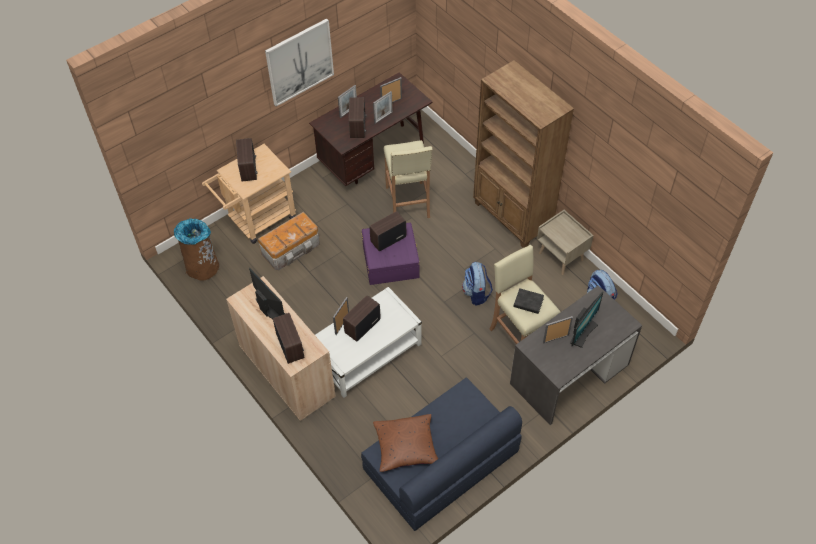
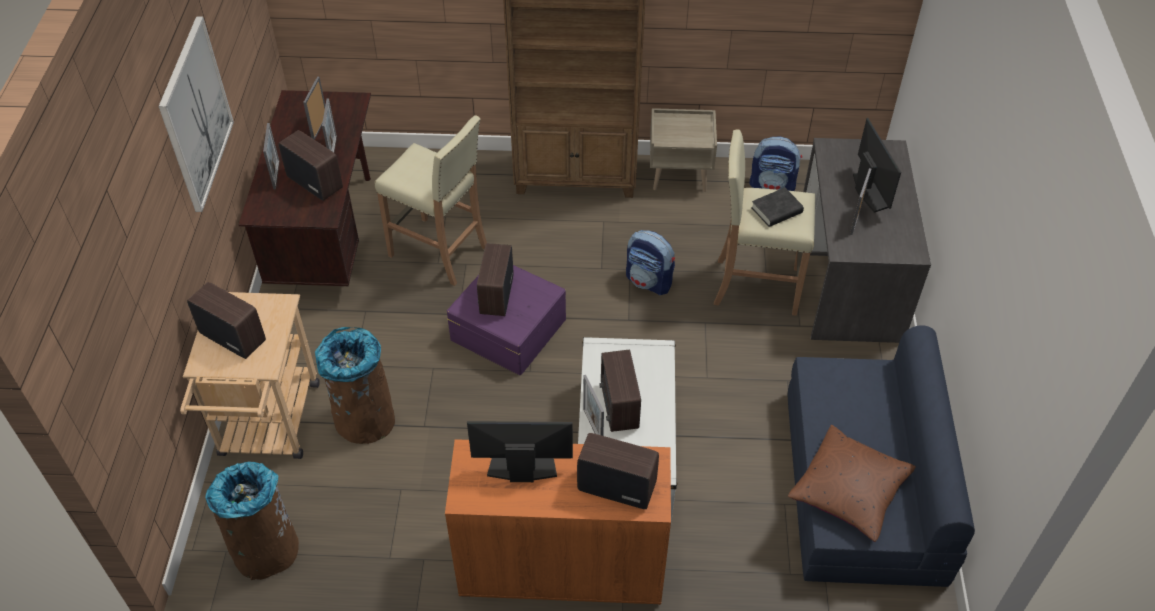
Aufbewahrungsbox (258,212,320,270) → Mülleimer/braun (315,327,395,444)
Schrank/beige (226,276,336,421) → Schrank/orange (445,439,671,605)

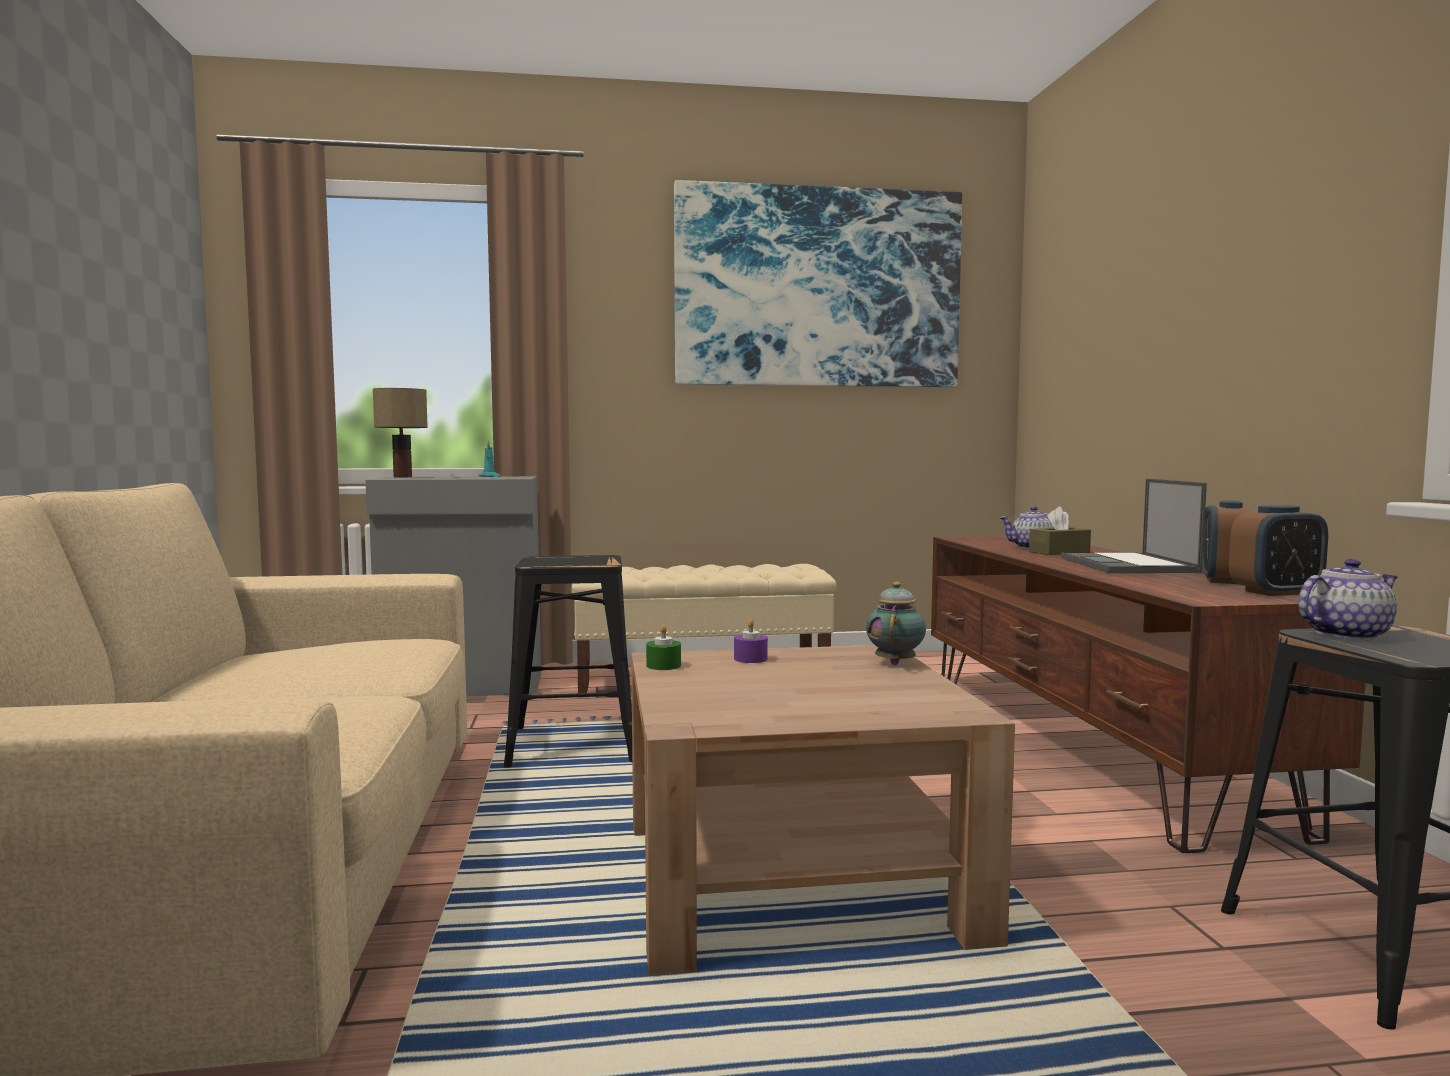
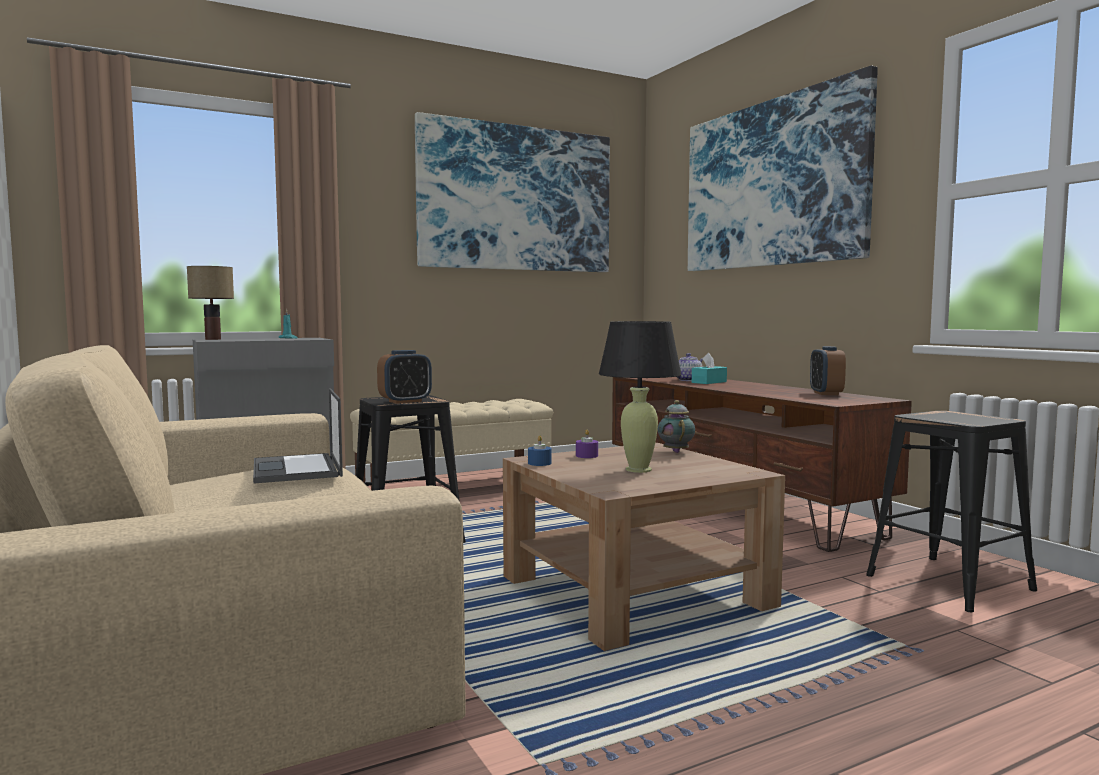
Laptop (1061,478,1207,573) → Laptop (253,388,343,483), moved
Wecker (1229,505,1328,596) → Wecker (377,350,432,404), moved
Taschentuchbox/braun (1029,507,1091,555) → Taschentuchbox/türkis (692,353,727,384)
Teekanne (1298,559,1398,640) → -
Kerze/grün (646,625,681,670) → Kerze/blau (528,436,552,466)
- → Bild (688,65,878,271)
- → Tischlampe/schwarz (599,321,682,473)

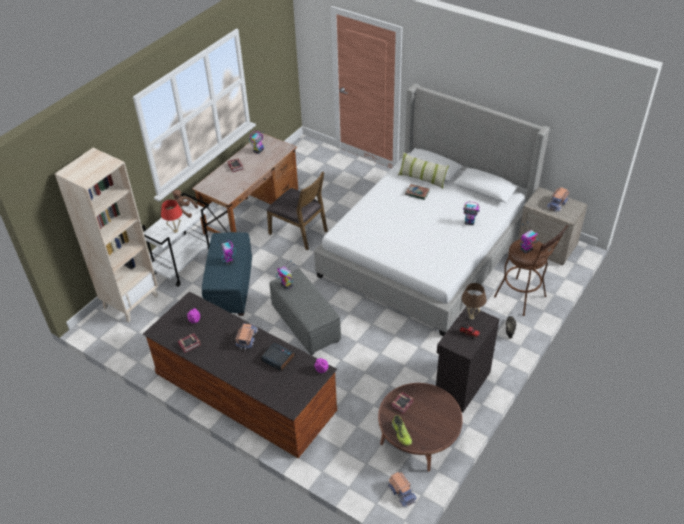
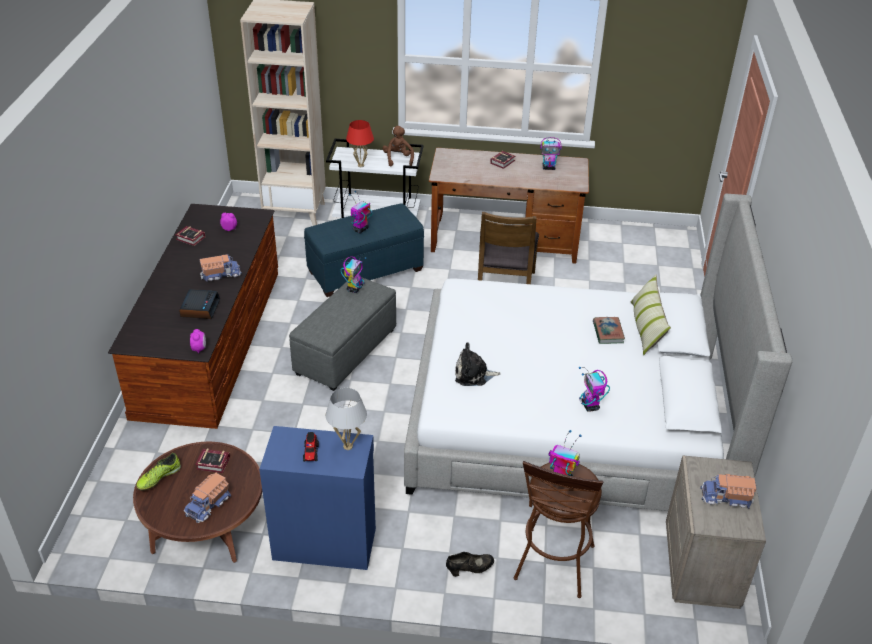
Tischlampe/braun (462,283,487,320) → Tischlampe/weiß (326,388,367,450)
Schrank/schwarz (436,307,499,413) → Schrank/blau (259,426,376,570)
Spielzeuglaster (388,472,417,507) → Spielzeuglaster (184,472,231,523), moved
- → Plüschtier (455,342,501,386)

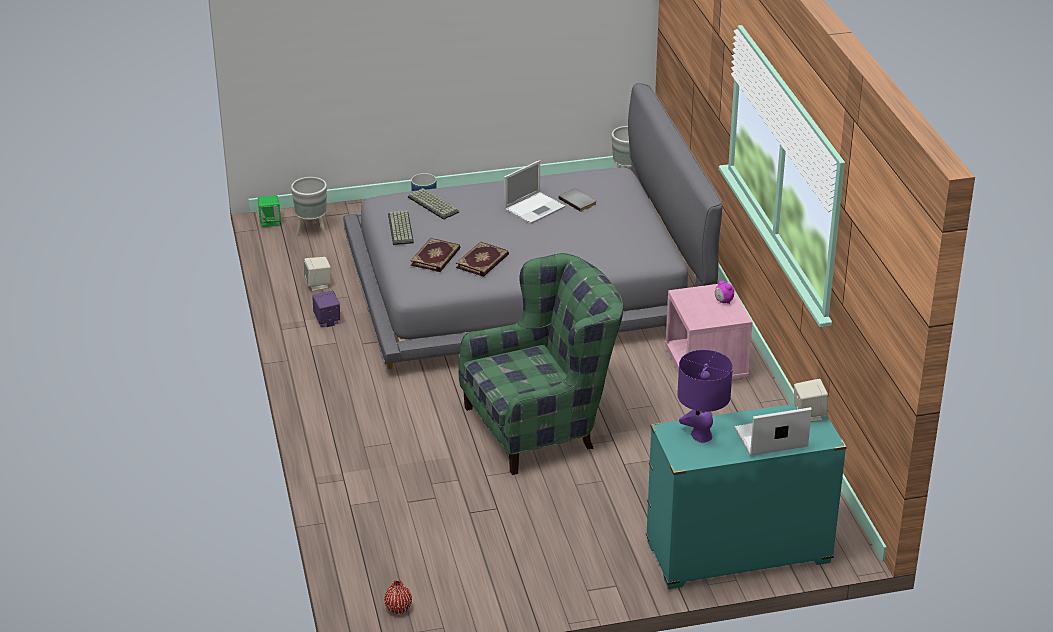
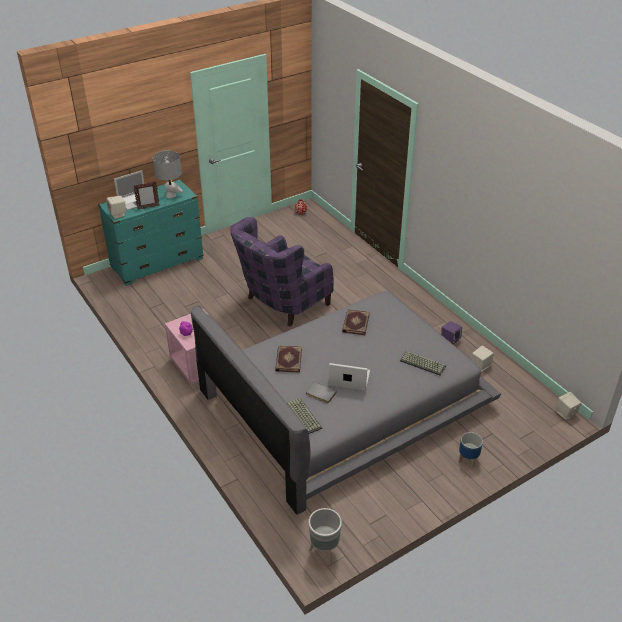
Laptop (504,160,565,224) → Laptop (329,363,370,391), 75 degrees clockwise
Pflanzkübel/grau (291,177,327,236) → -
Lautsprecher/grün (258,195,281,227) → Lautsprecher/beige (555,392,581,419)
Tastatur (388,210,414,245) → Tastatur (287,398,322,434), moved
Buch (410,238,460,272) → Buch (275,346,302,372), moved
Sessel/grün (458,253,623,475) → Sessel/lila (230,217,334,327)
Tischlampe/lila (677,350,733,443) → Tischlampe/grau (153,150,183,198)
- → Bilderrahmen (133,181,160,210)

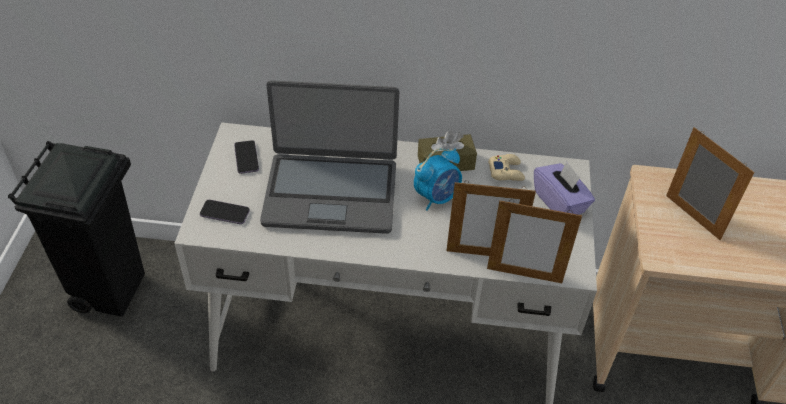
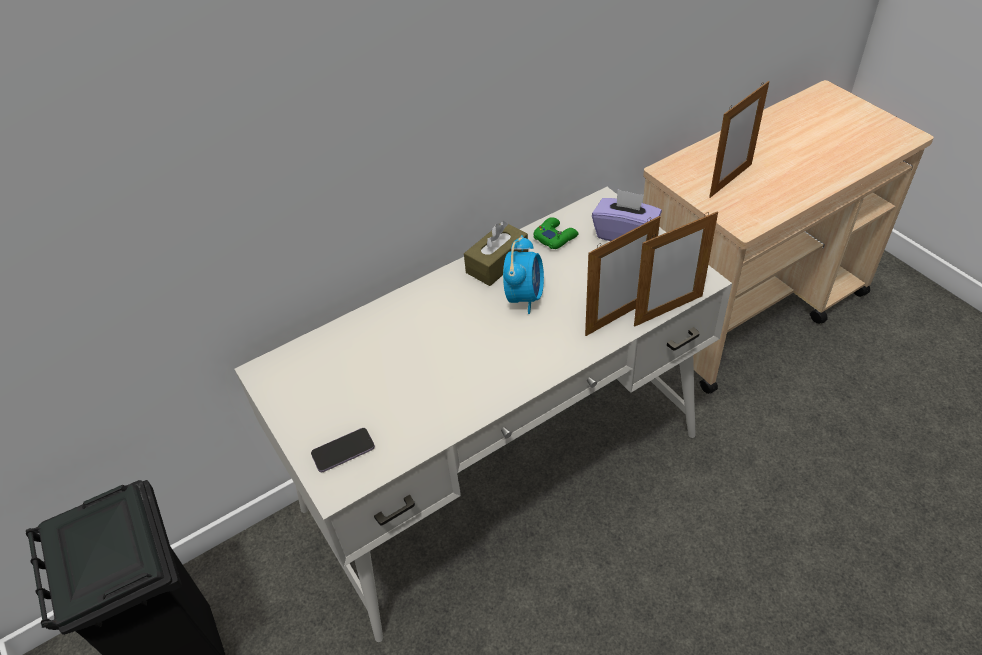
Laptop (260,80,399,234) → -
Bilderrahmen (666,127,755,240) → Bilderrahmen (709,81,769,198), 120 degrees clockwise
Handy (234,140,259,174) → -
Gamepad/beige (488,154,525,181) → Gamepad/grün (533,217,579,249)

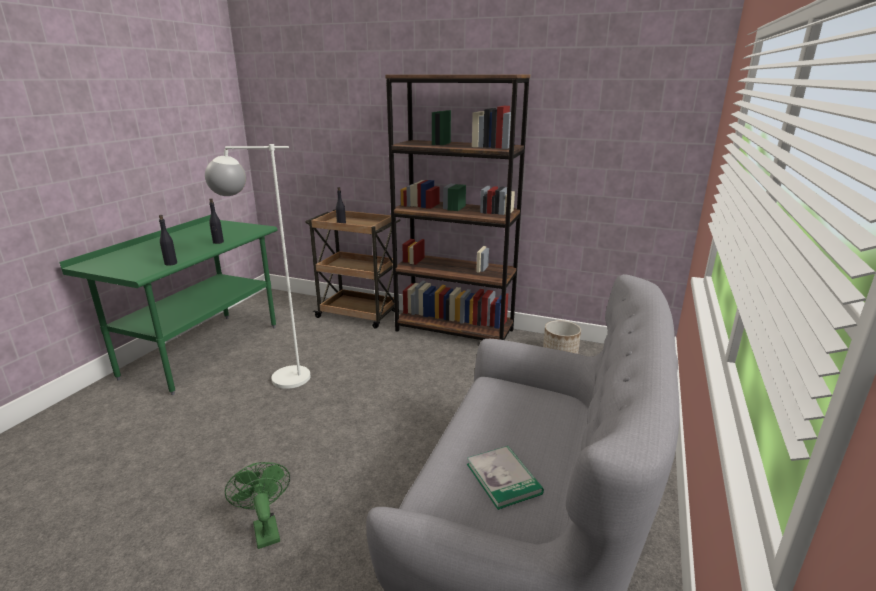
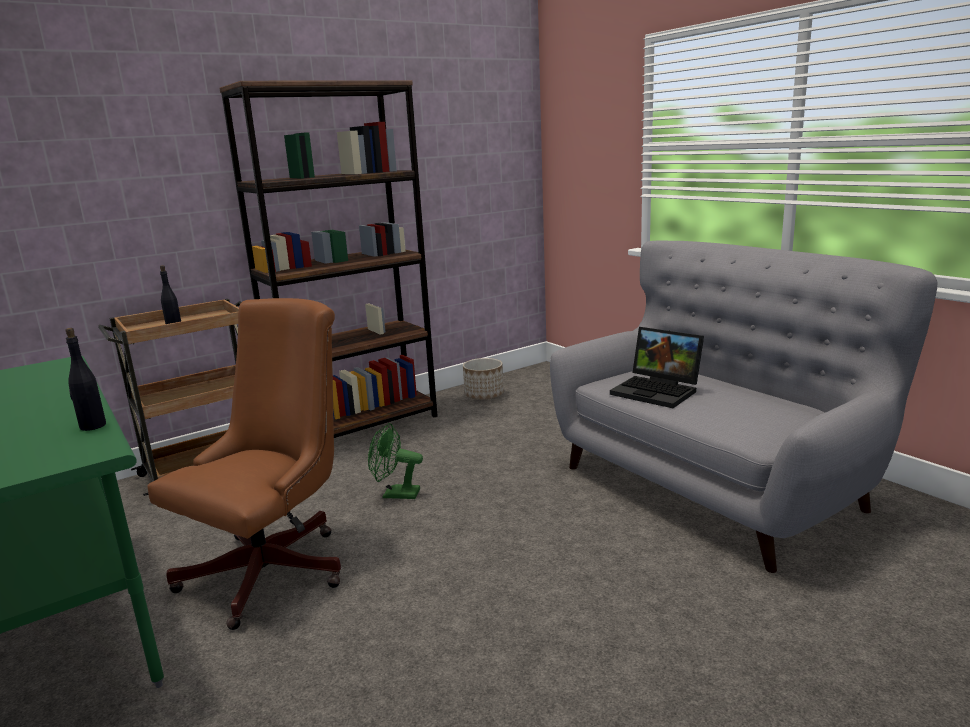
Stehlampe/weiß (205,144,311,389) → Bürostuhl/braun (147,298,341,630)
Flasche/schwarz (209,198,224,244) → -
Buch (467,446,544,510) → -
Ventilator/grün (225,462,290,549) → Ventilator/grün (368,423,423,499), moved
- → Laptop (610,327,704,408)

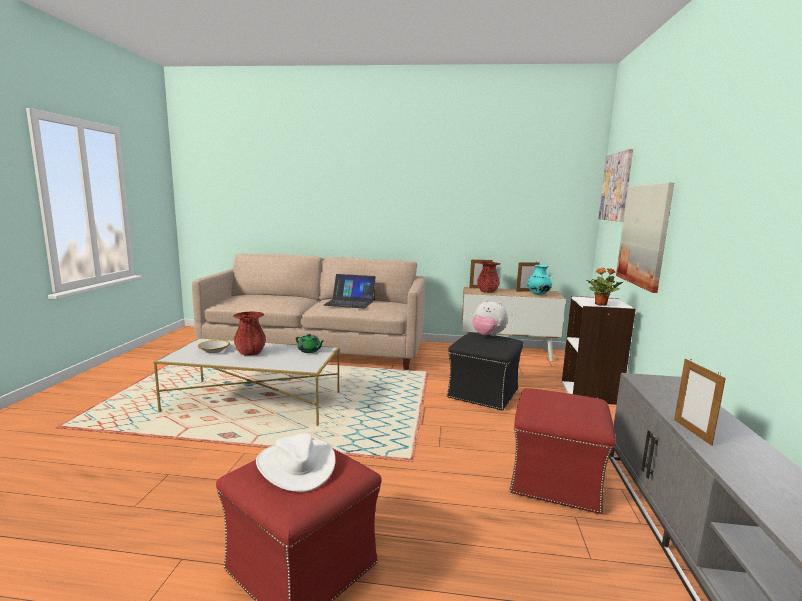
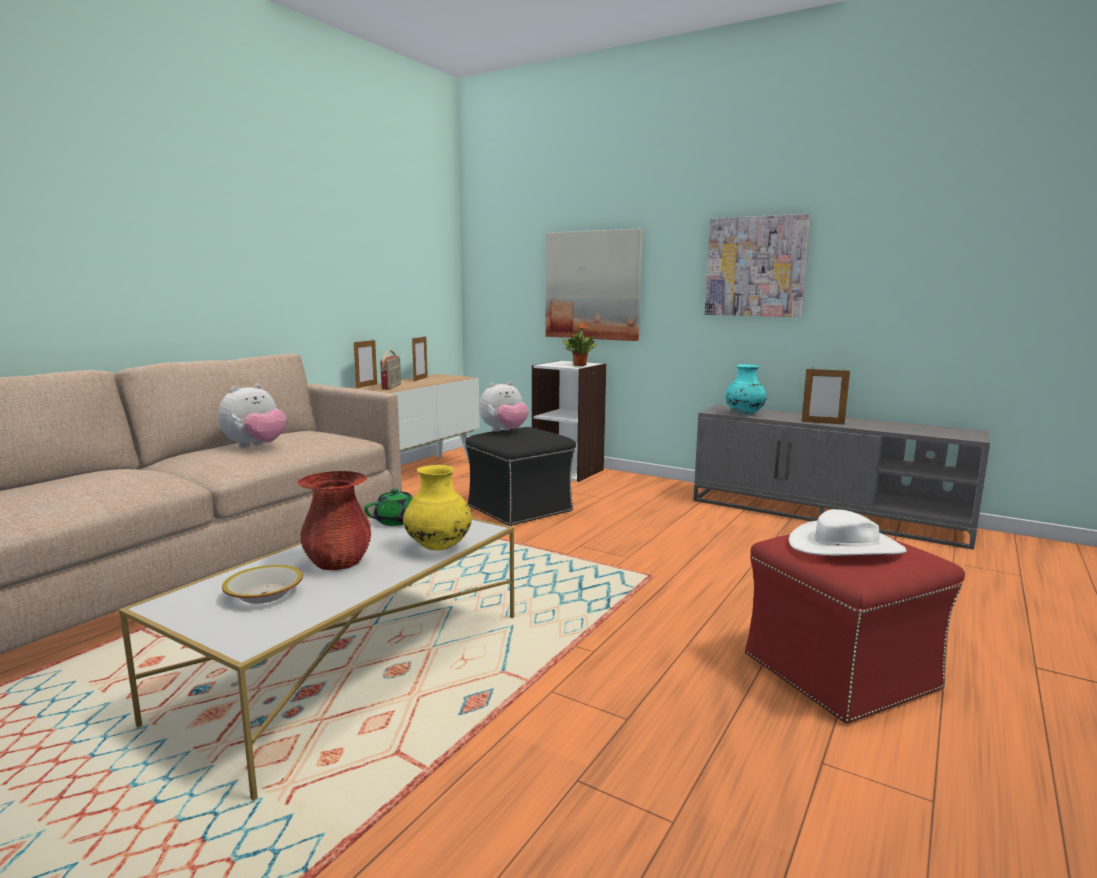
Bild (598,149,633,222) → Bild (705,214,810,317), moved
Vase/rot (477,262,500,293) → Radio (380,350,401,390)
Vase/türkis (527,265,552,295) → Vase/türkis (725,364,767,414), moved
Laptop (324,274,376,309) → Plüschtier (218,384,287,448)
Polsterhocker/rot (510,388,616,514) → -
- → Vase/gelb (403,465,472,550)

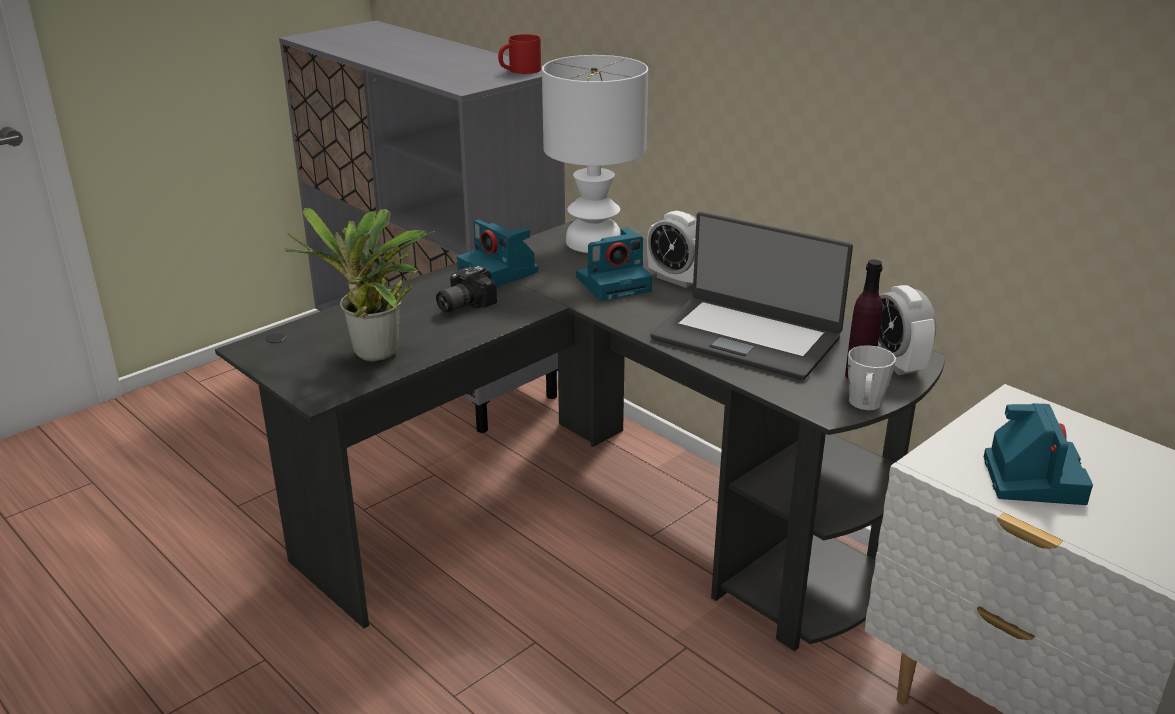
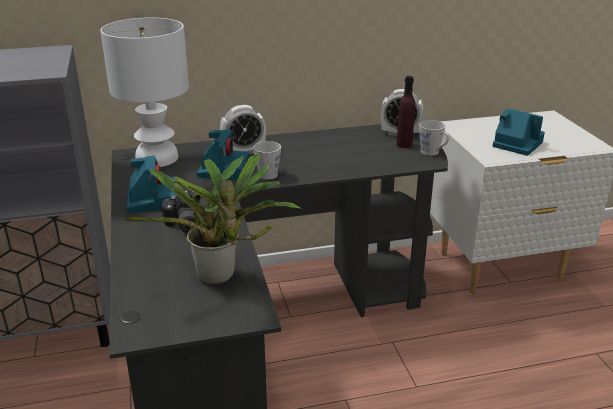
Henkelbecher/rot (498,34,541,74) → -
Laptop (650,212,853,380) → -
Kamera (457,220,538,287) → Kamera (126,156,177,213), 90 degrees counterclockwise
- → Henkelbecher/grau (253,141,281,179)

